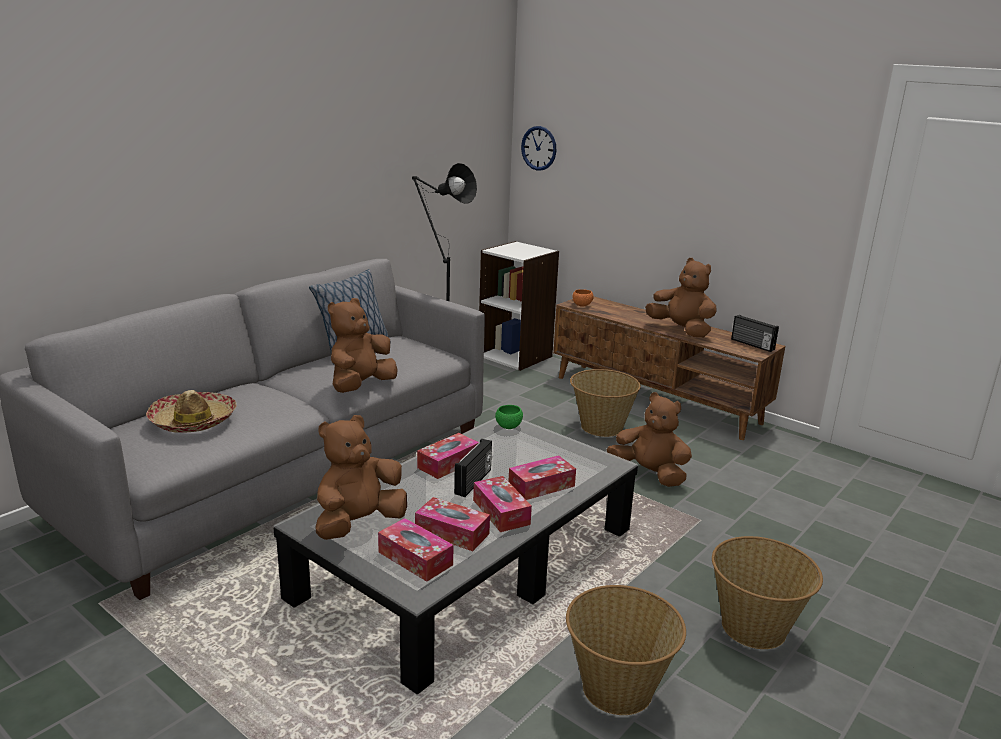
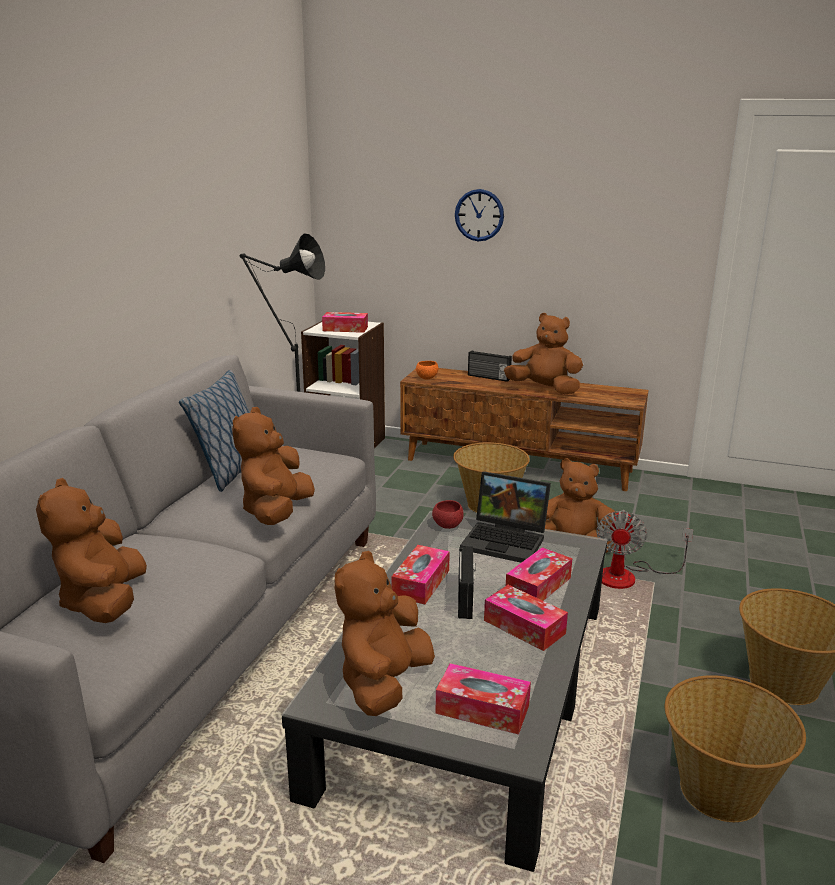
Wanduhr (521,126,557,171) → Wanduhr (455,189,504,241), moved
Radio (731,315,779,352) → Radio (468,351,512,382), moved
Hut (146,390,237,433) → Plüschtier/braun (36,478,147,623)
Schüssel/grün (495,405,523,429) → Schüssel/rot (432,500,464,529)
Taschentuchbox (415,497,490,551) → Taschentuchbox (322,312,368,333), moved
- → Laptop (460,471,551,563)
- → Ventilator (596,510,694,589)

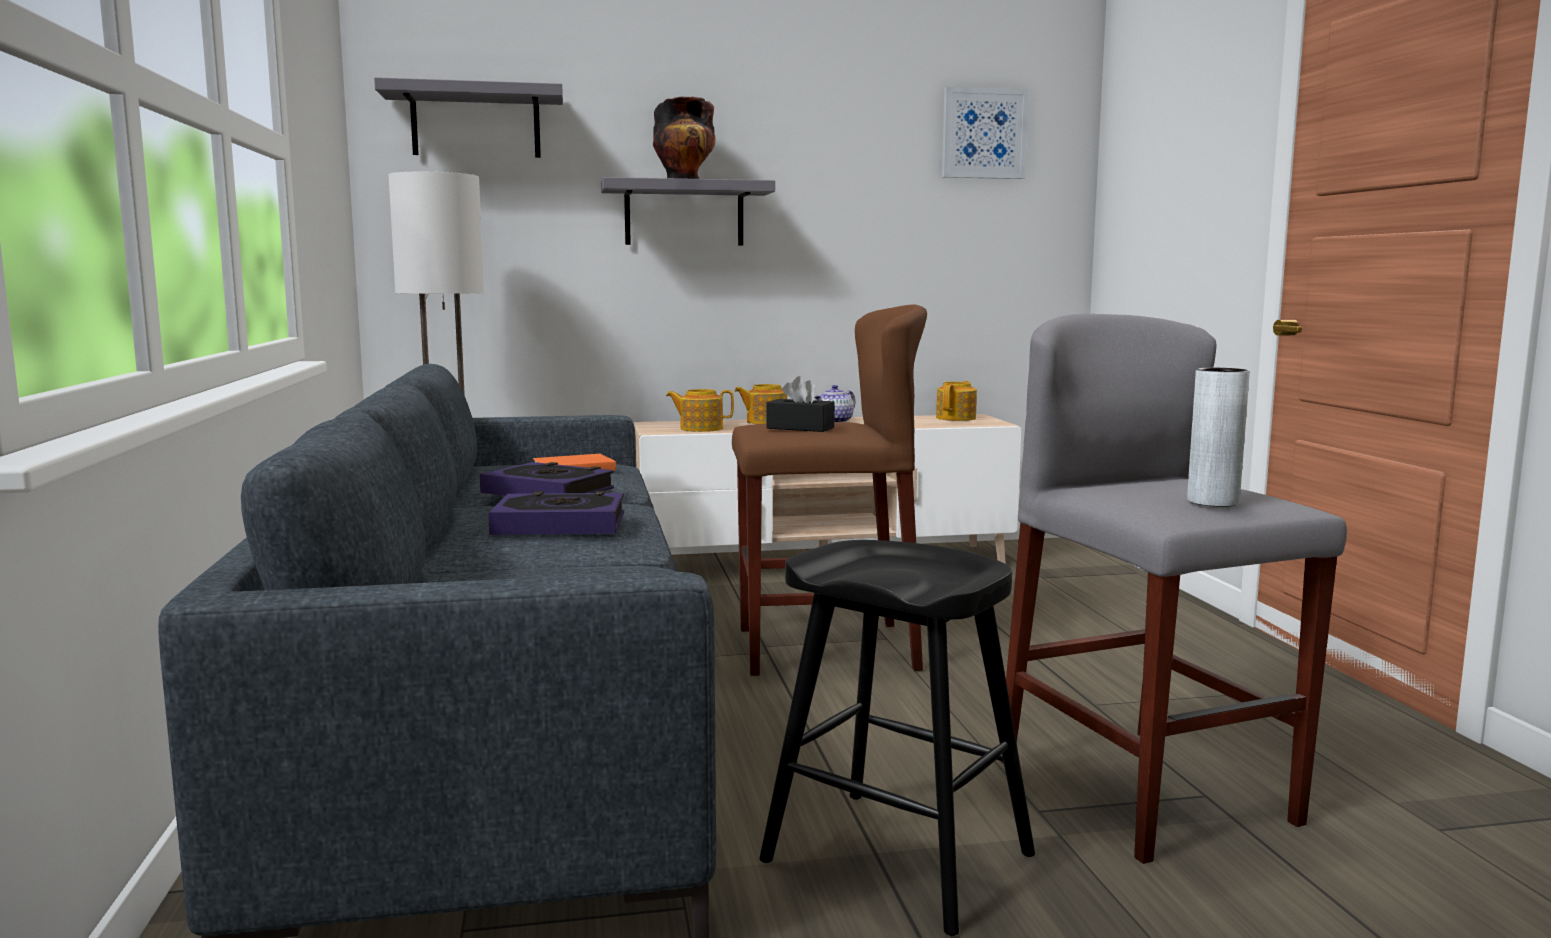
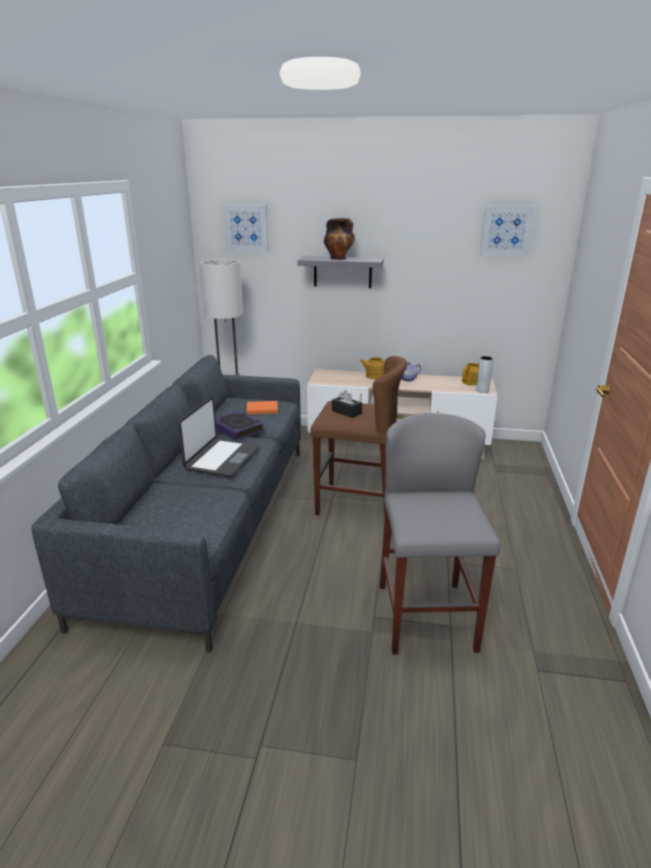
Wandregal/grau (374,77,563,158) → Bild (223,204,269,252)
Vase/grau (1187,368,1250,507) → Vase/grau (476,356,493,393), moved
Teekanne (666,389,734,432) → -
Buch (488,491,624,535) → Laptop (178,397,259,477)
Hocker/schwarz (759,540,1035,936) → -

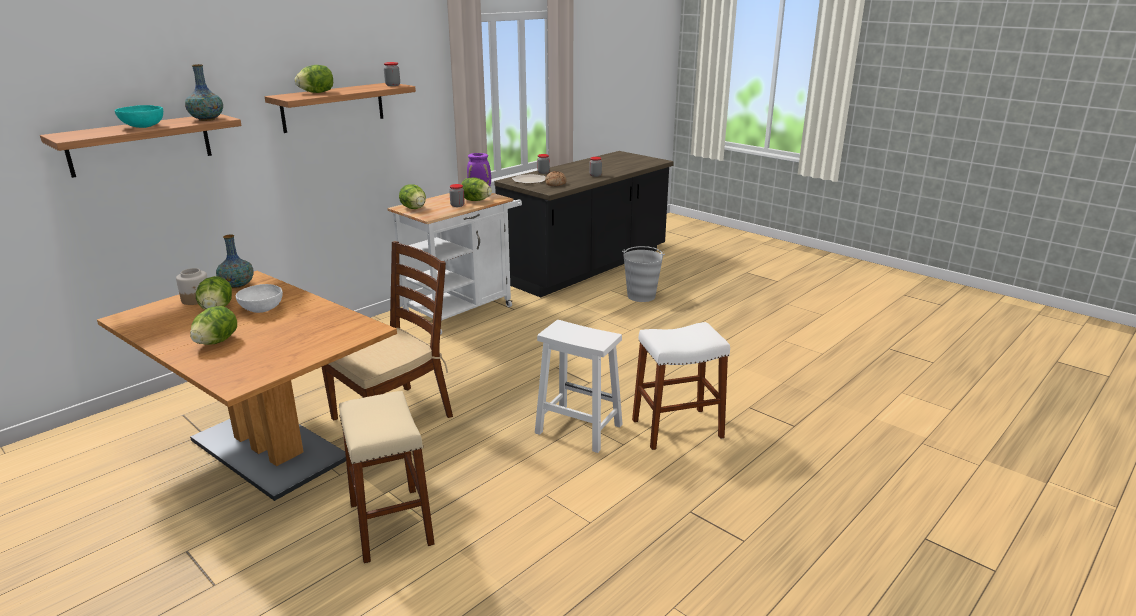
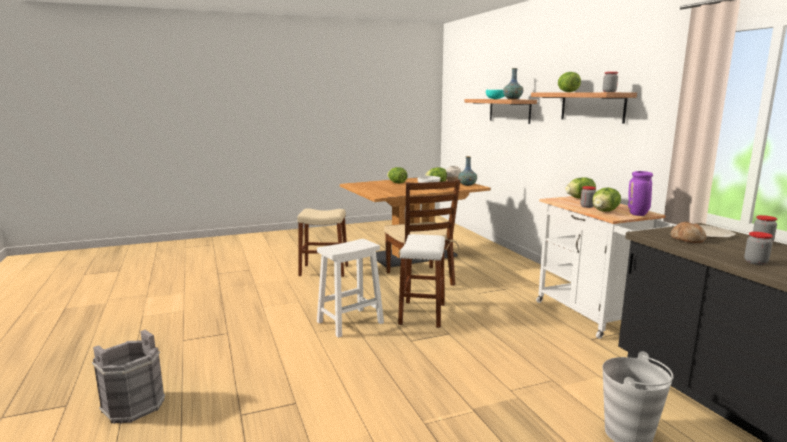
Hocker/weiß (632,322,730,450) → Hocker/weiß (398,234,445,328), moved
- → Eimer/grau (92,330,165,424)

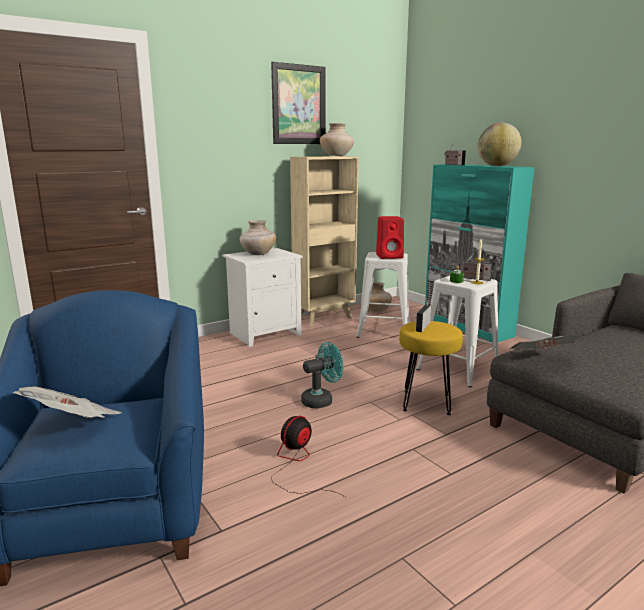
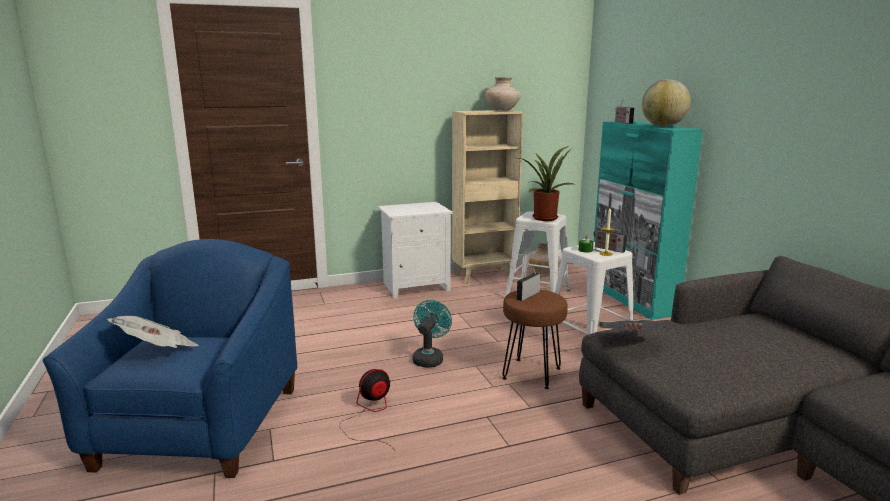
Bild (271,62,326,144) → -
Lautsprecher/rot (376,216,404,259) → Topfpflanze (519,146,578,221)
Vase/beige (240,220,276,255) → -
Hocker/gelb (399,321,463,415) → Hocker/braun (502,290,568,389)
Ventilator/türkis (301,342,343,408) → Ventilator/türkis (413,300,452,368), 60 degrees counterclockwise

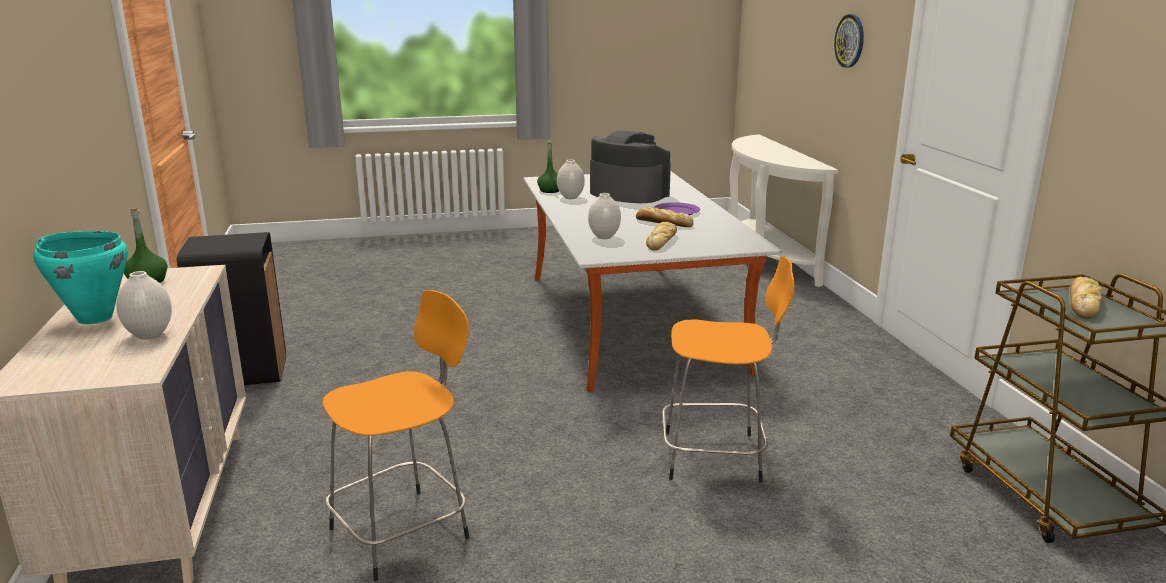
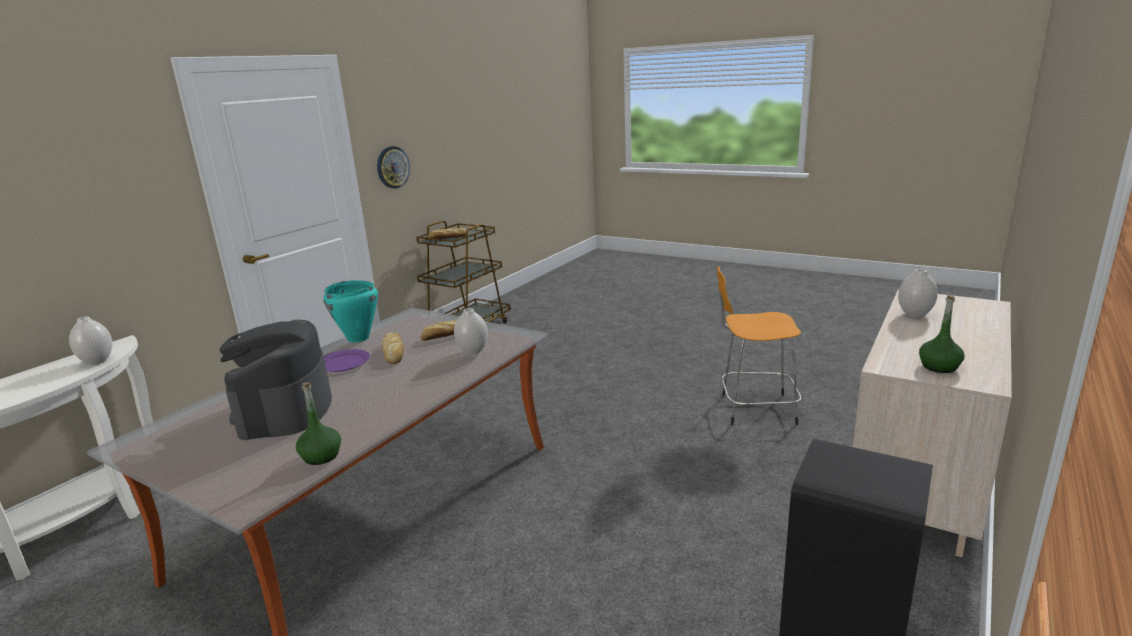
Wanduhr (834,14,864,68) → Wanduhr (377,146,410,189), moved
Vase/weiß (557,160,585,199) → Vase/weiß (69,317,113,365), moved
Kochtopf/türkis (33,231,128,324) → Kochtopf/türkis (323,280,378,343), moved
Hocker/orange (662,256,794,483) → -

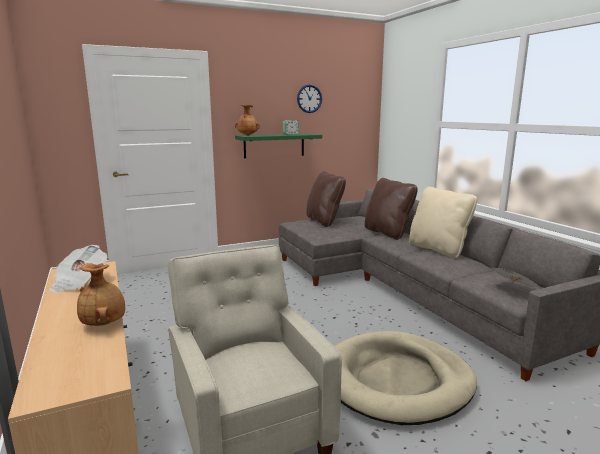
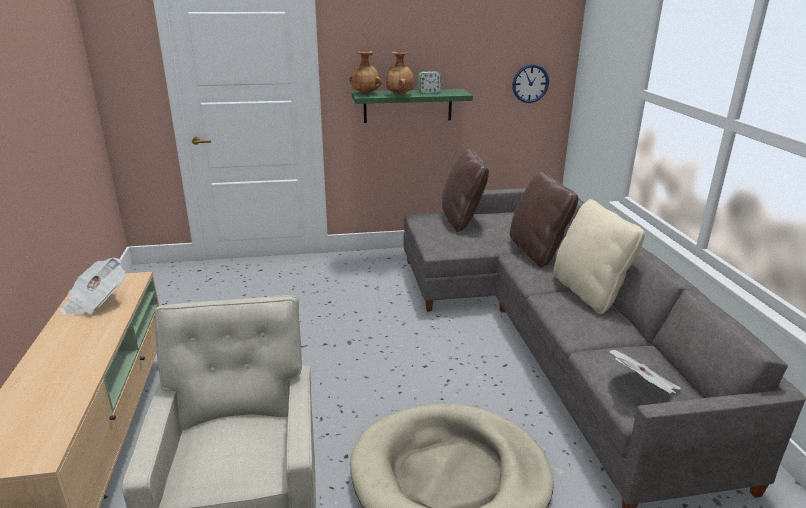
Wanduhr (297,85,322,113) → Wanduhr (512,64,549,103), moved
Vase/braun (77,263,125,326) → Vase/braun (386,52,414,95), moved

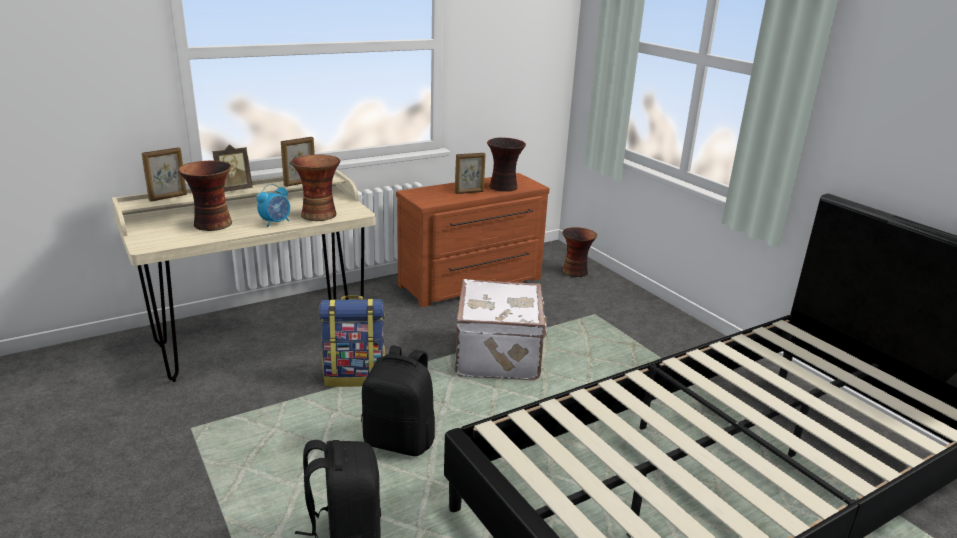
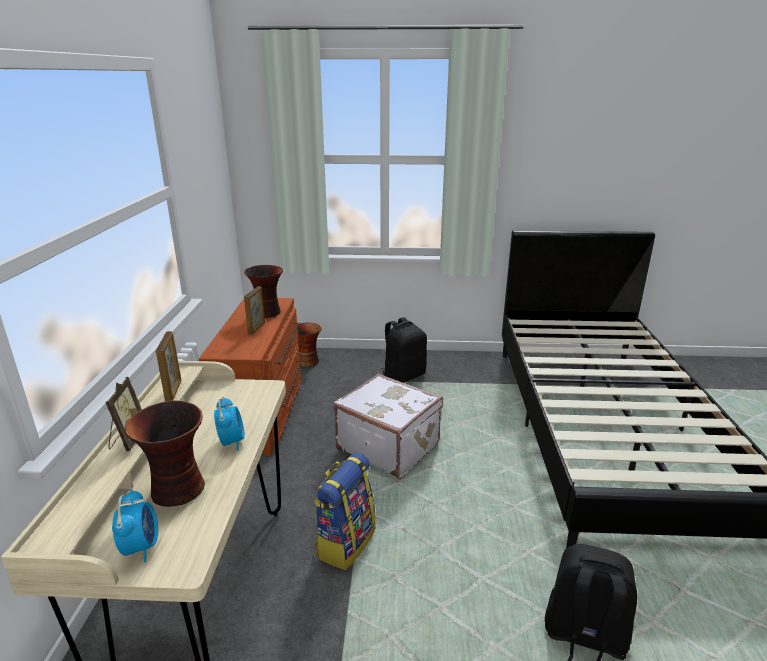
Bilderrahmen (142,147,187,202) → -
Vase (291,154,340,221) → -
Rucksack/schwarz (361,345,435,456) → Rucksack/schwarz (381,317,427,383), moved
- → Wecker (112,489,158,562)

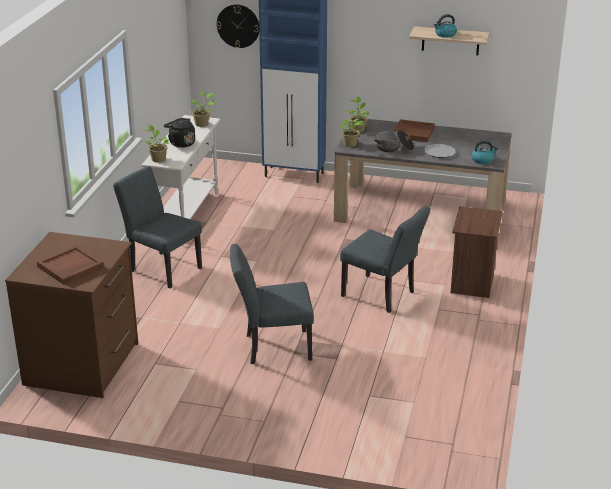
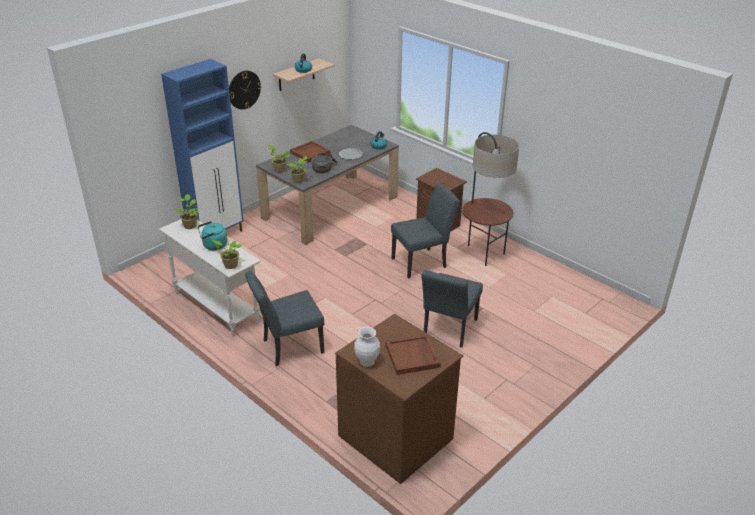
Wanduhr (216,4,259,48) → Wanduhr (229,71,261,110), moved
Wasserkessel/schwarz (164,118,195,148) → Wasserkessel/türkis (198,221,227,250)
- → Stehlampe (462,132,519,266)
- → Vase/weiß (354,327,380,367)

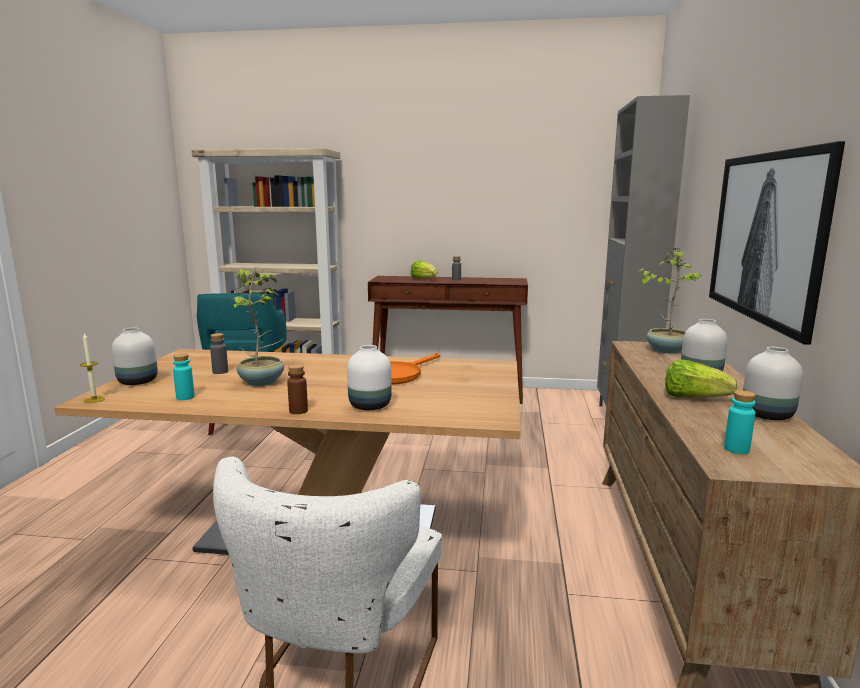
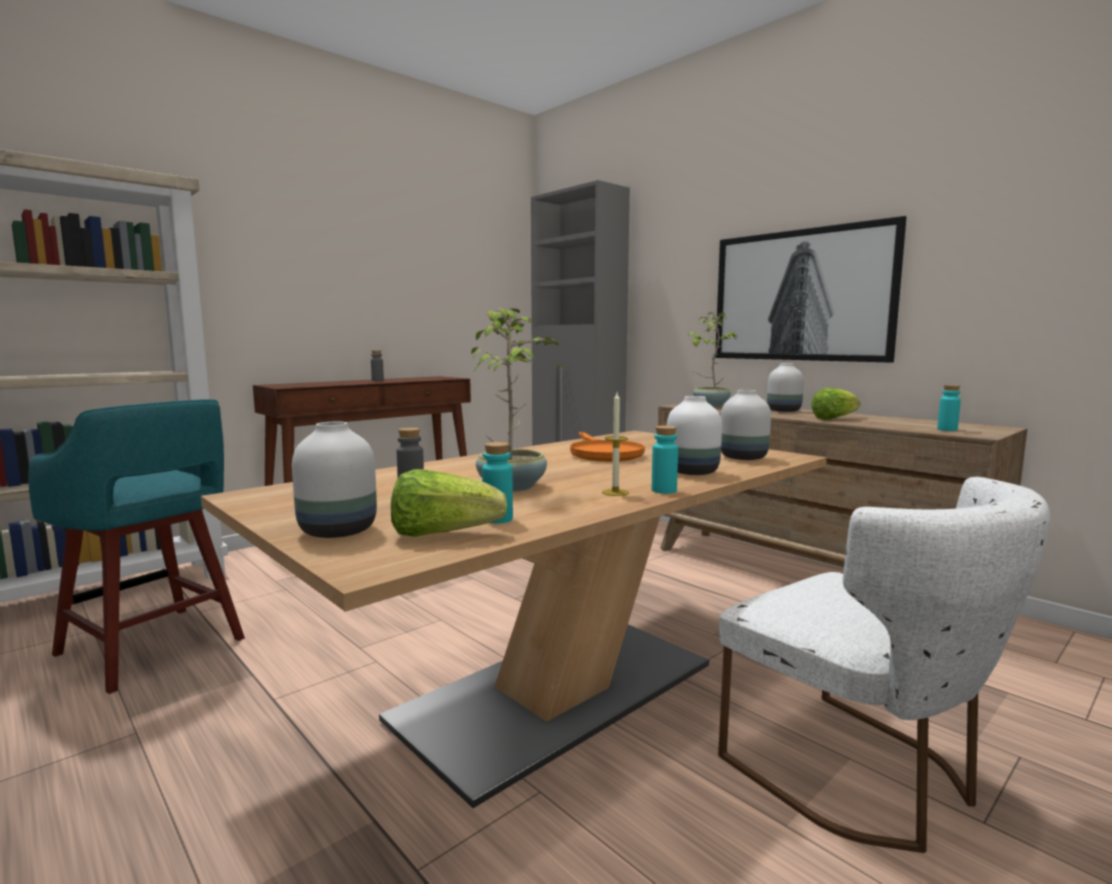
Salatkopf (411,260,438,279) → Salatkopf (391,469,507,537), moved
Kerze (80,333,105,403) → Kerze (602,393,629,496), moved
Vase/weiß (743,347,803,420) → Vase/weiß (721,390,771,460), moved
Flasche/braun (287,364,308,414) → Flasche/türkis (652,426,678,494)

